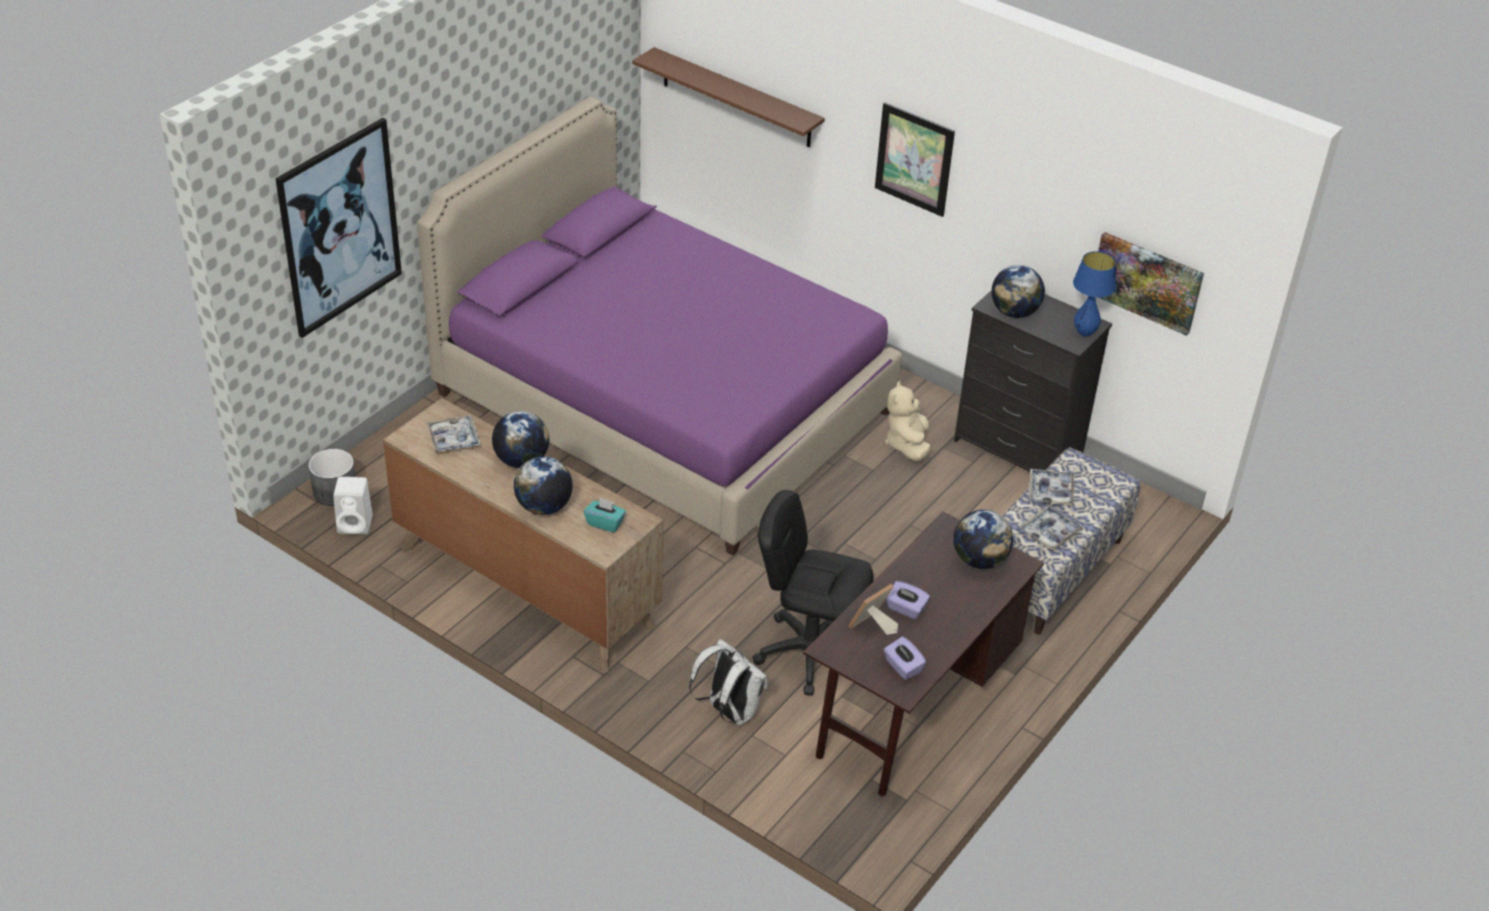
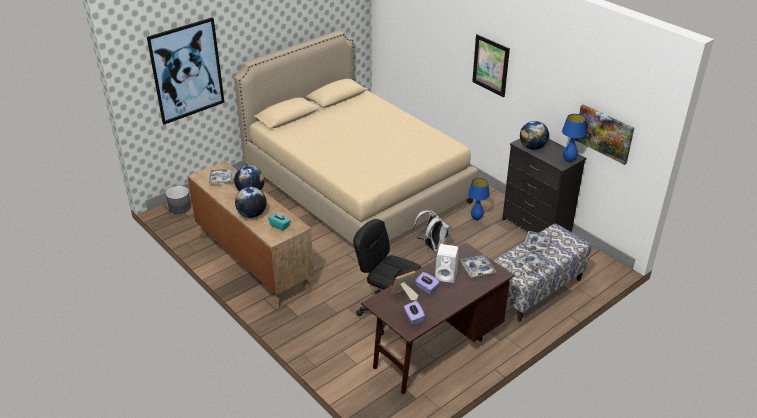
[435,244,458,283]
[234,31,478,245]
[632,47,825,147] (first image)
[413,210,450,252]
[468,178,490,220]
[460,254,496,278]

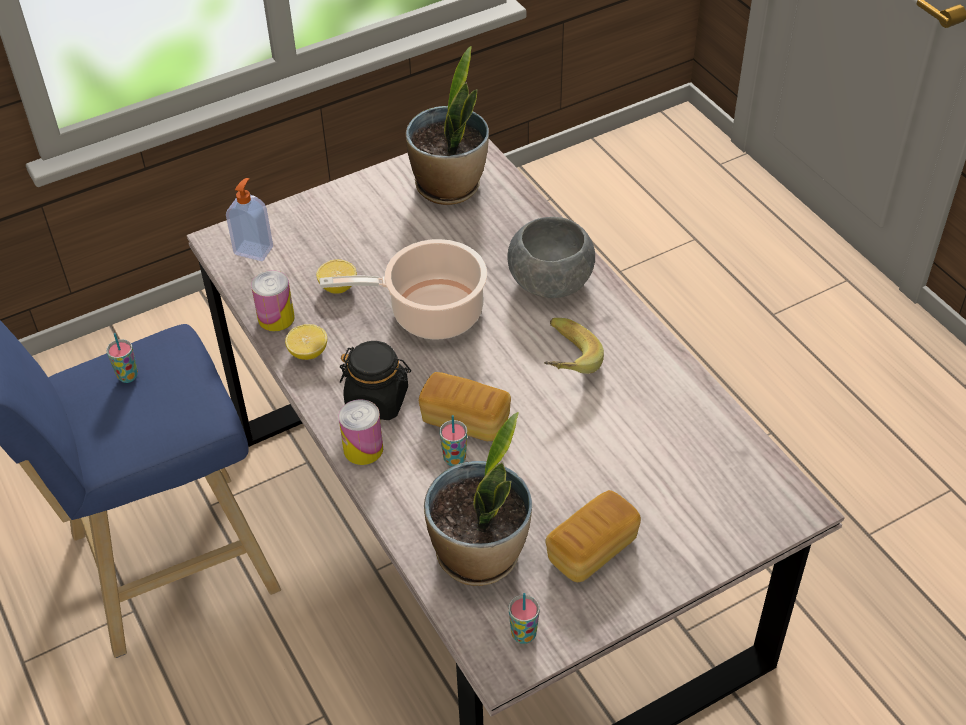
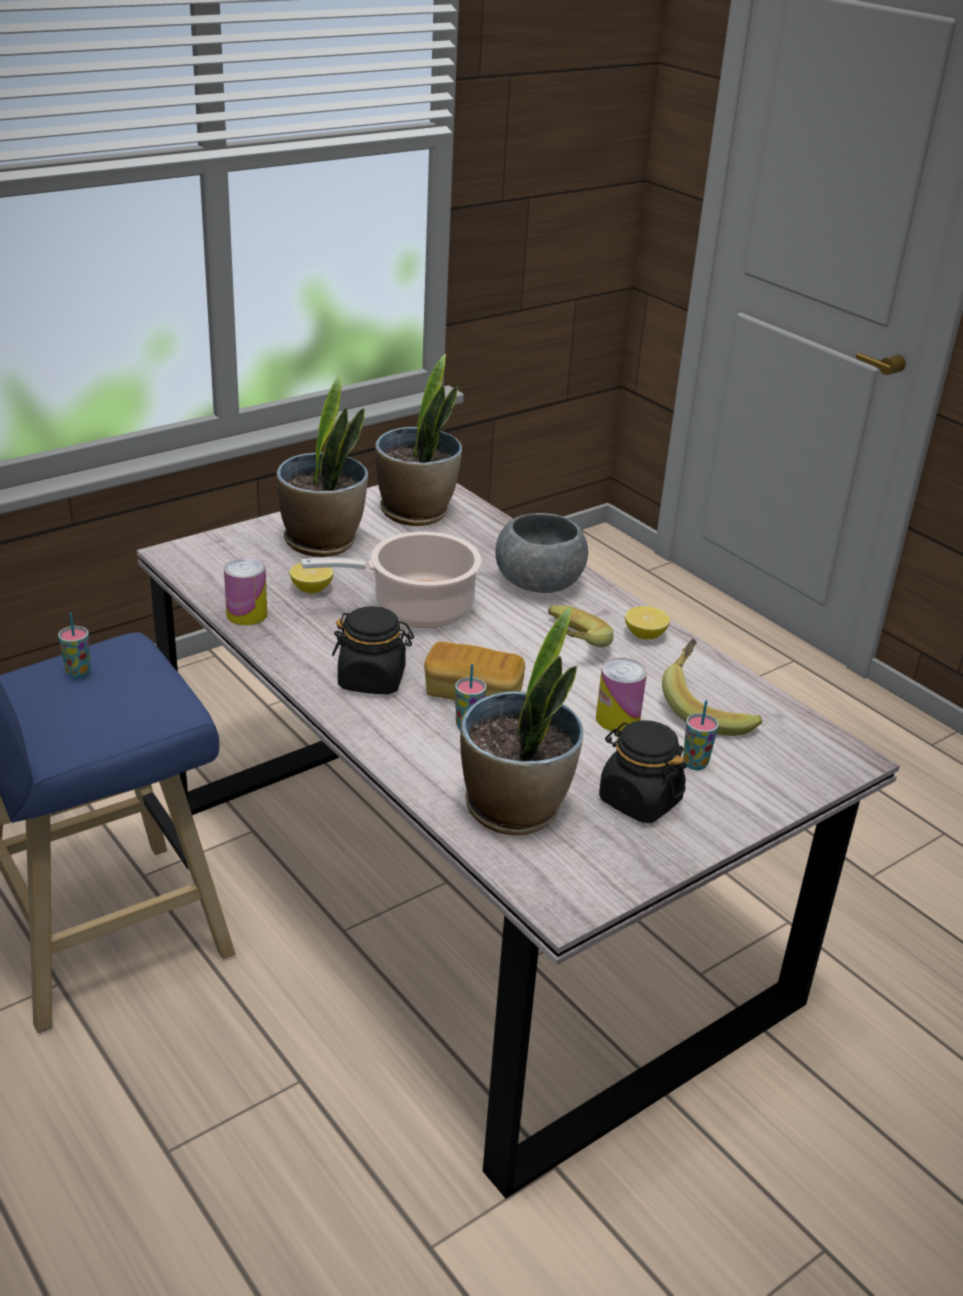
[226,178,273,261] (first image)
[625,606,670,639]
[596,658,647,732]
[683,700,718,770]
[599,720,687,823]
[276,374,368,557]
[662,639,762,736]

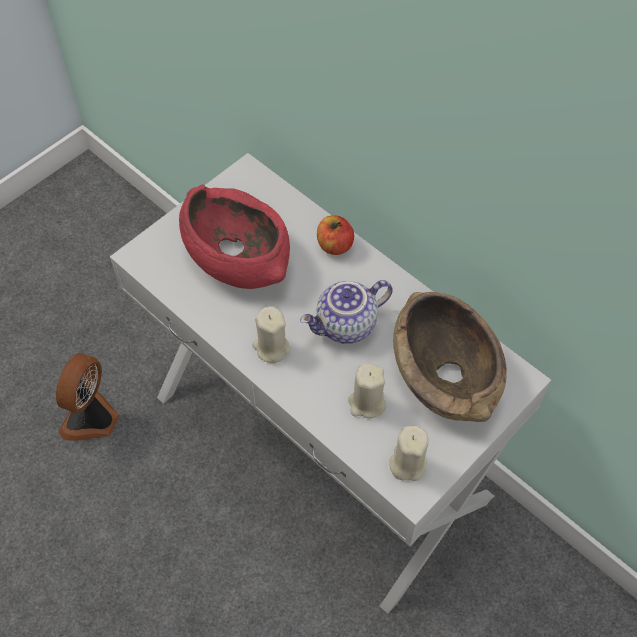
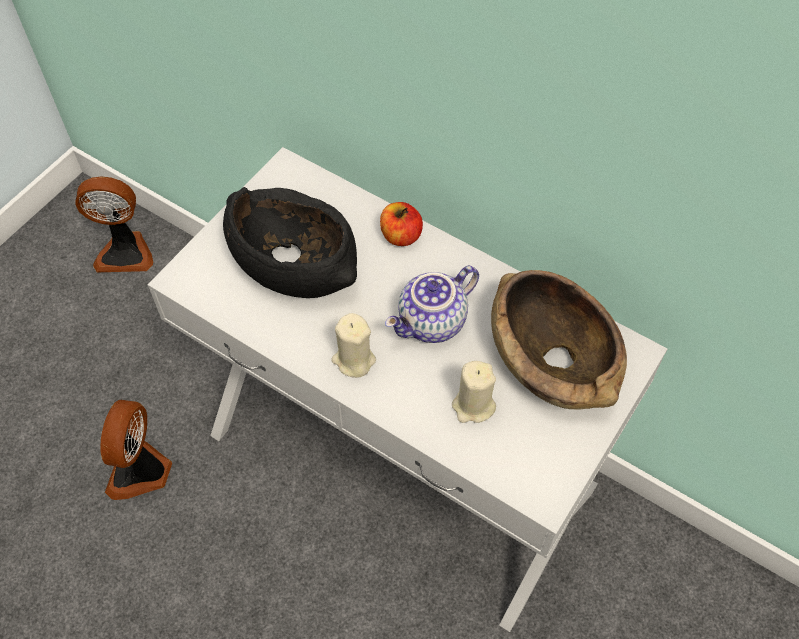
[223,187,357,298]
[389,426,429,481] (first image)
[75,176,153,272]

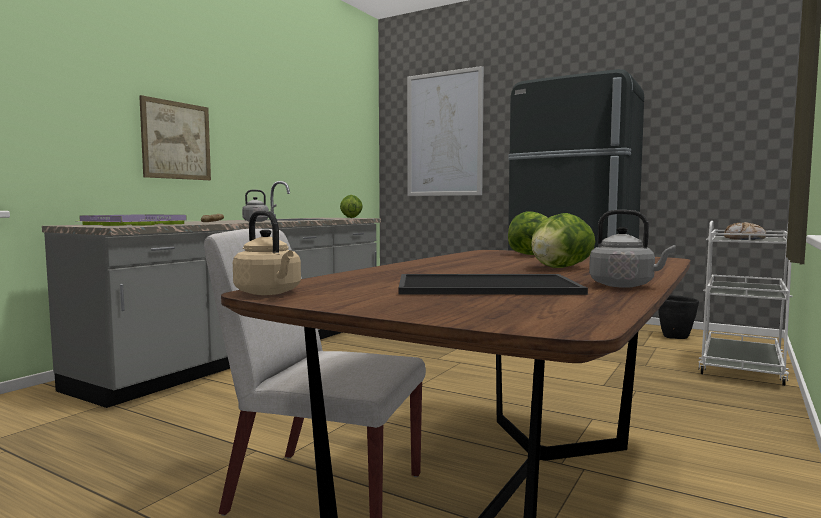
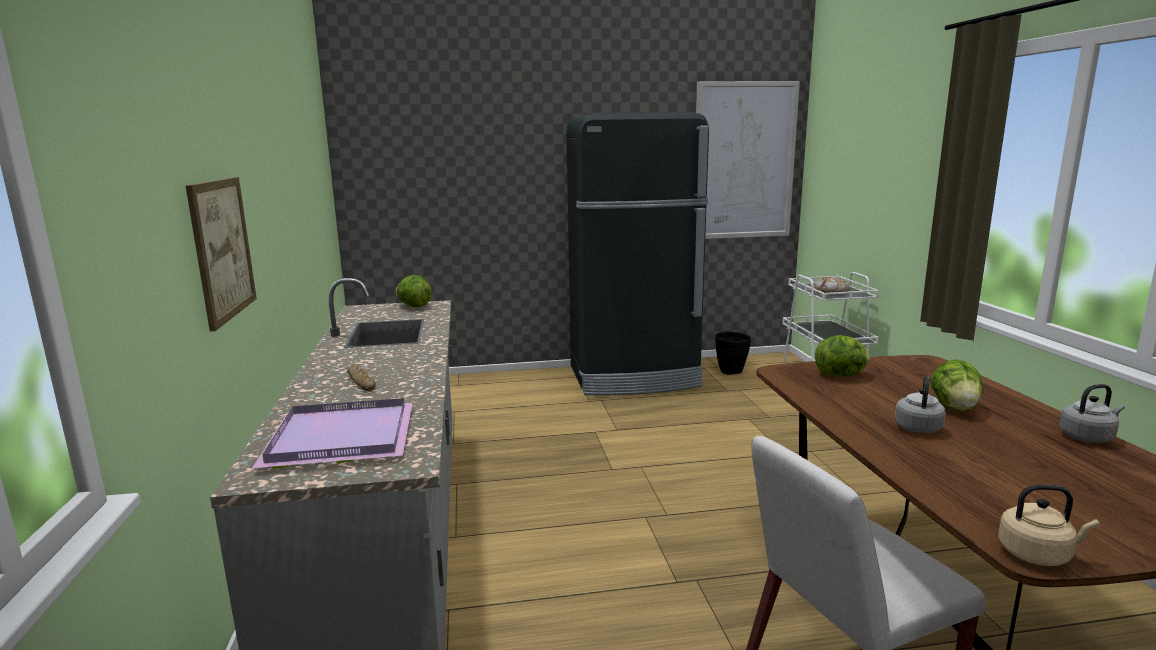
[895,375,946,434]
[398,274,588,295] (first image)
[696,81,800,239]

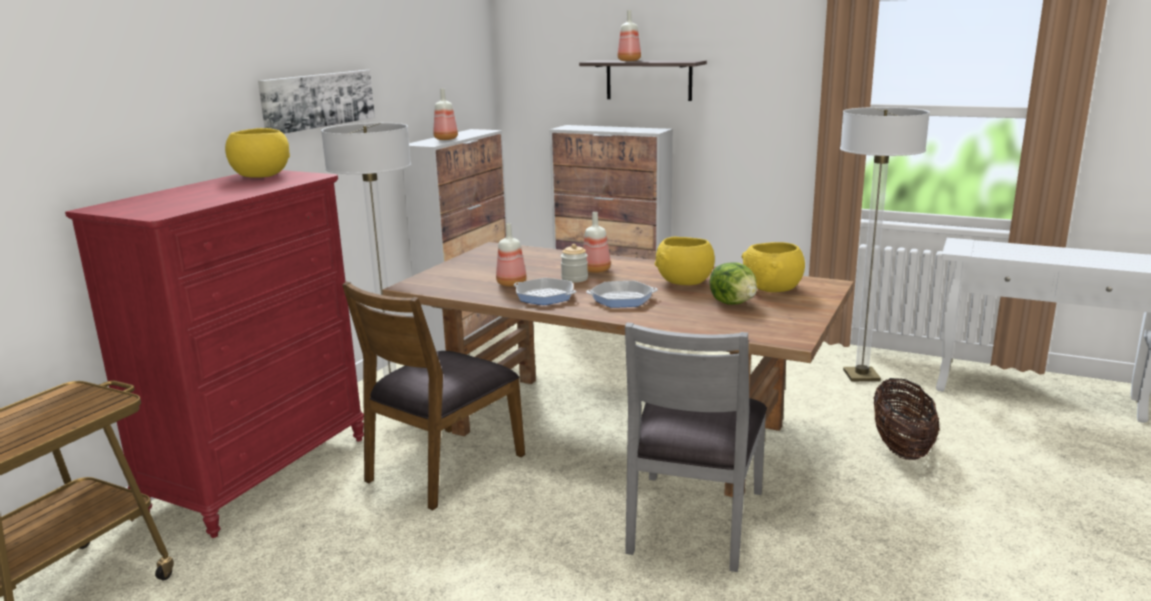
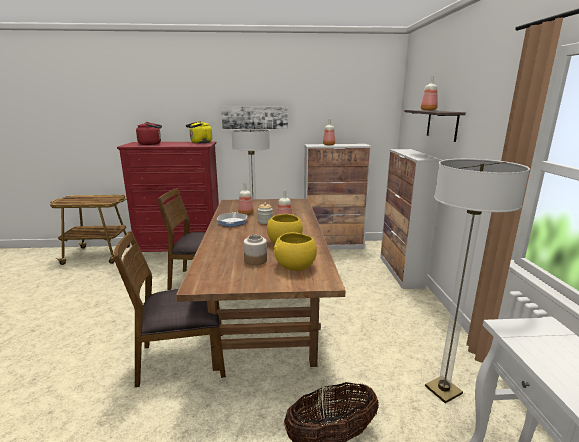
[186,121,212,143]
[586,281,658,307] (first image)
[113,231,226,387]
[244,235,267,265]
[136,122,162,145]

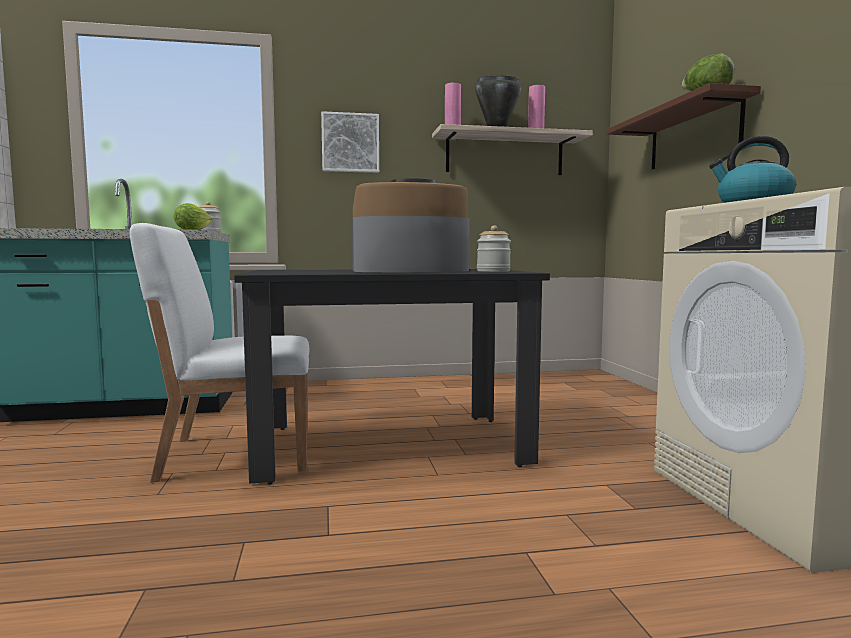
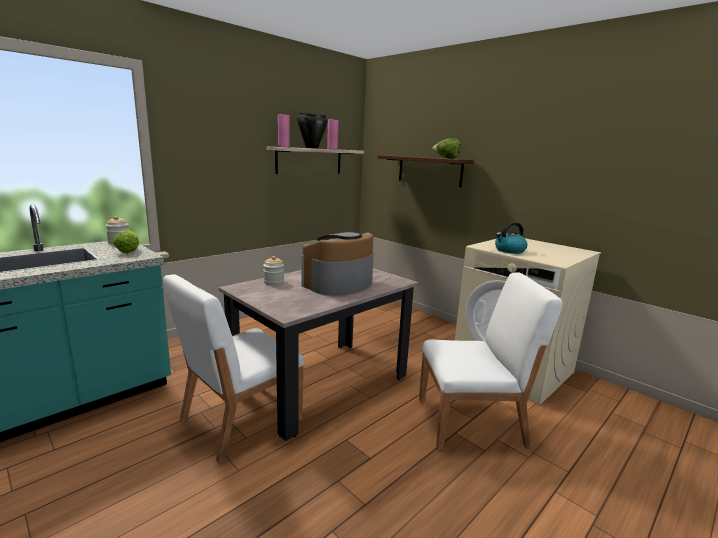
[219,268,419,441]
[321,111,379,173] (first image)
[263,256,284,285]
[419,272,562,450]

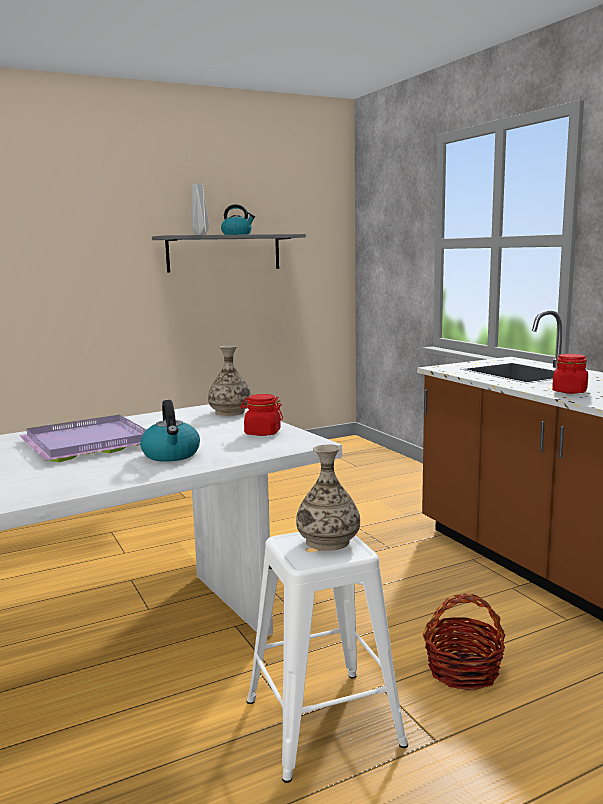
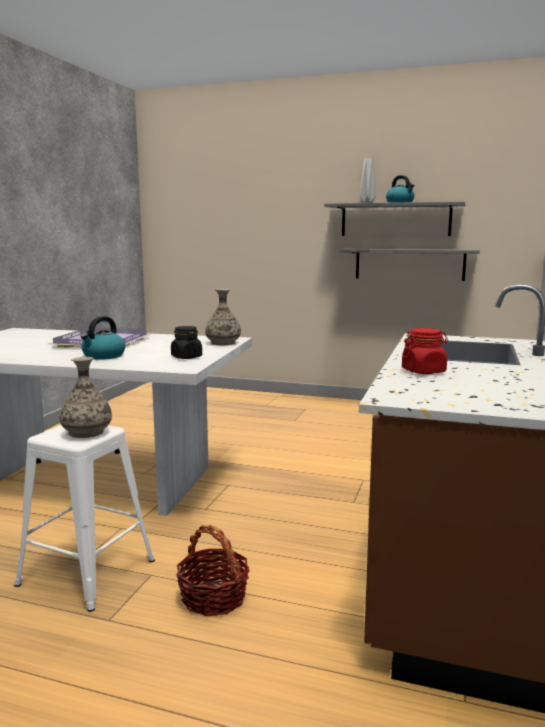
[171,326,202,359]
[339,248,480,281]

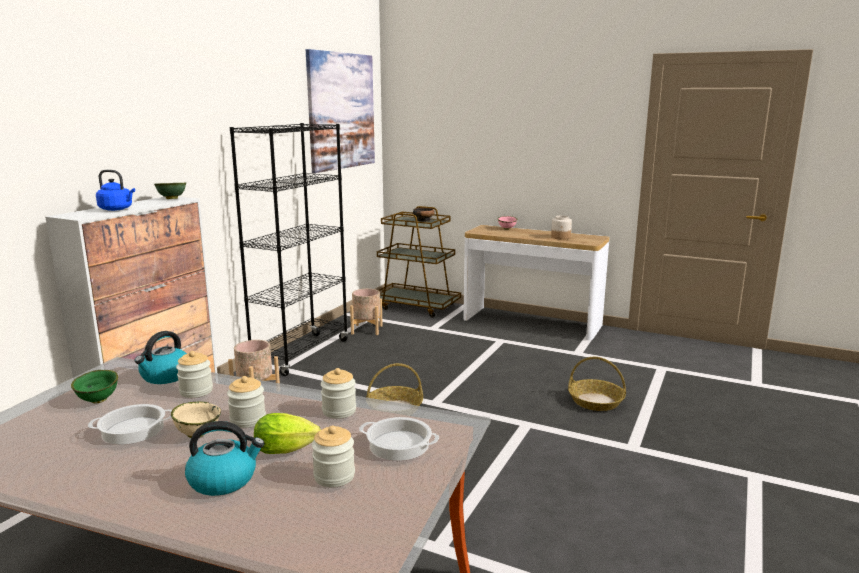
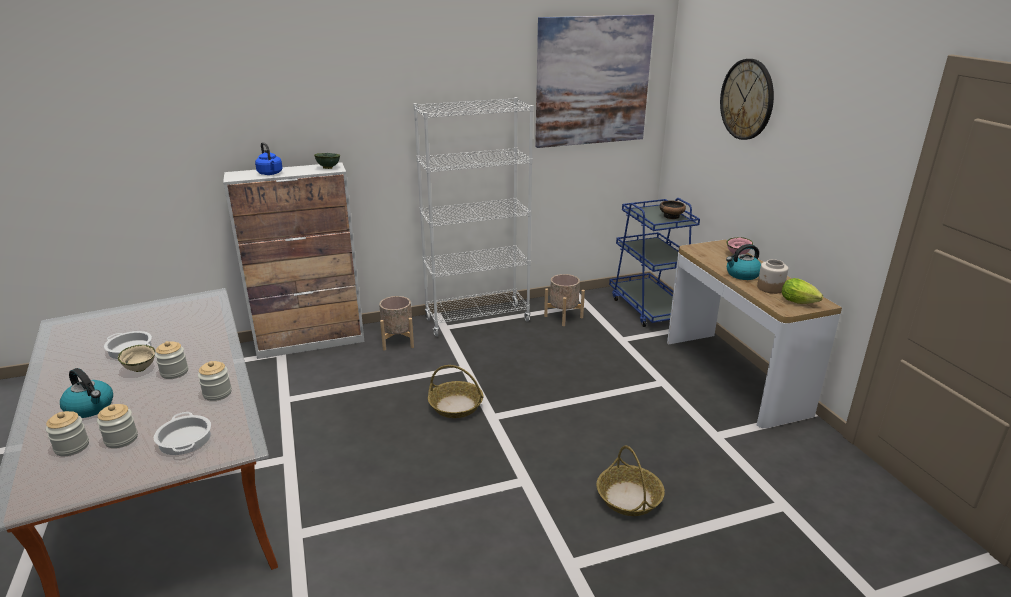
[71,370,118,403] (first image)
[726,244,761,280]
[46,411,89,456]
[413,97,533,336]
[782,278,823,304]
[609,198,700,327]
[720,59,774,140]

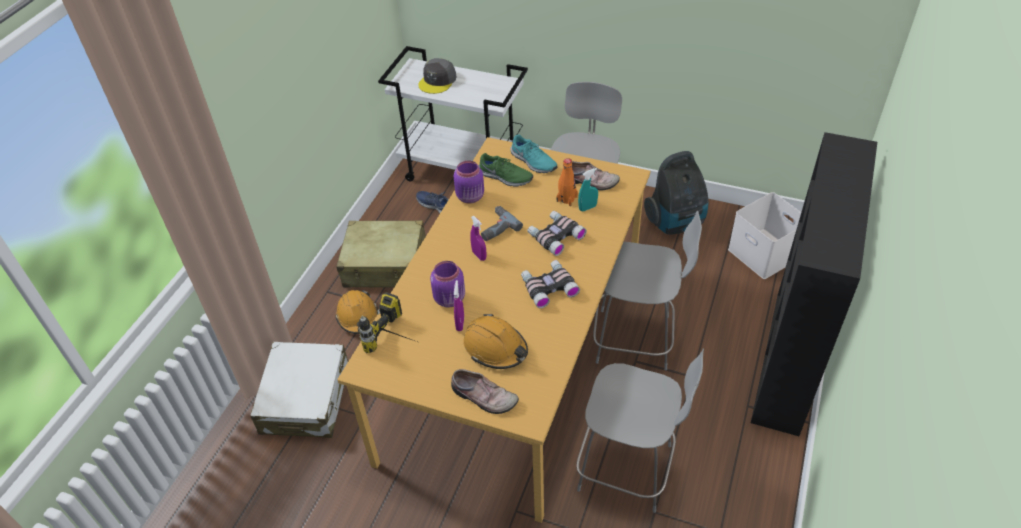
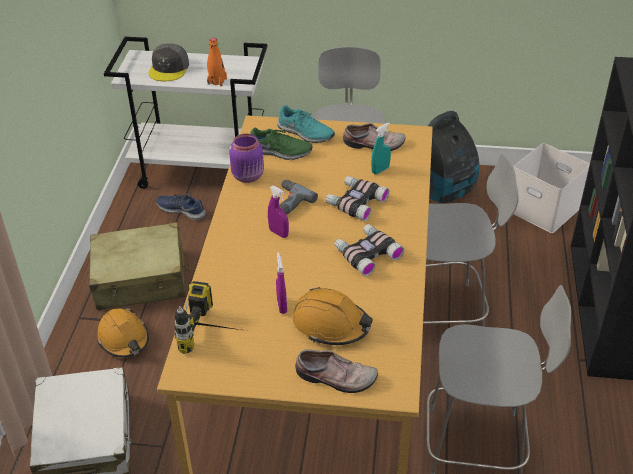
[430,261,465,307] (first image)
[207,38,227,86]

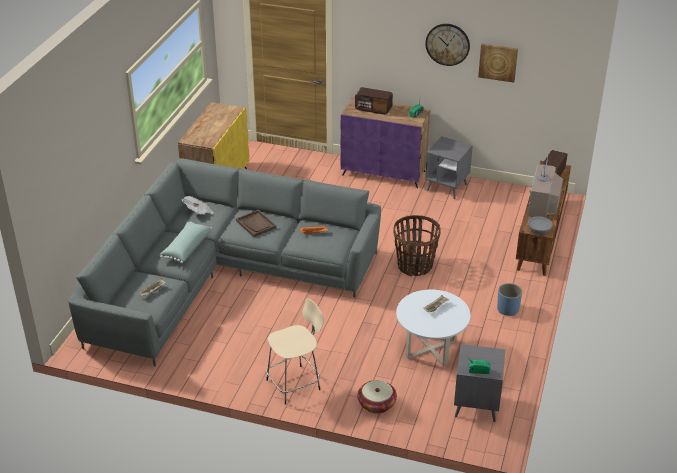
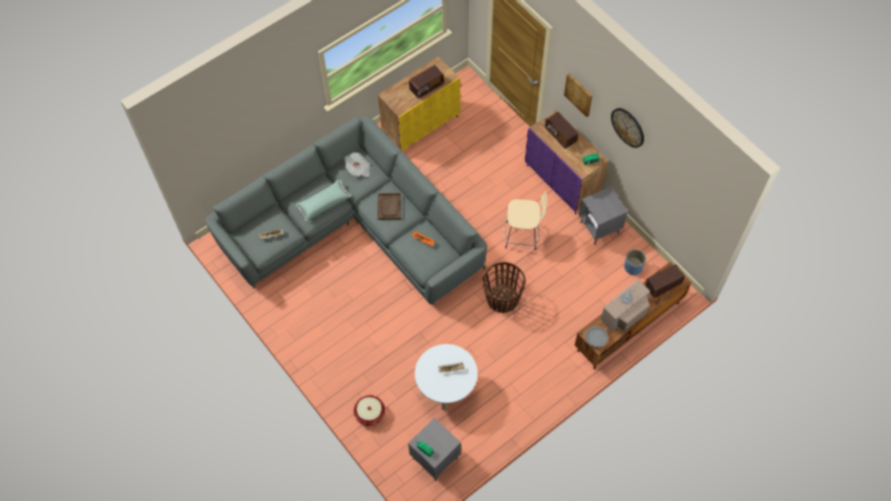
[504,191,547,250]
[564,73,593,117]
[624,249,646,275]
[409,65,444,99]

